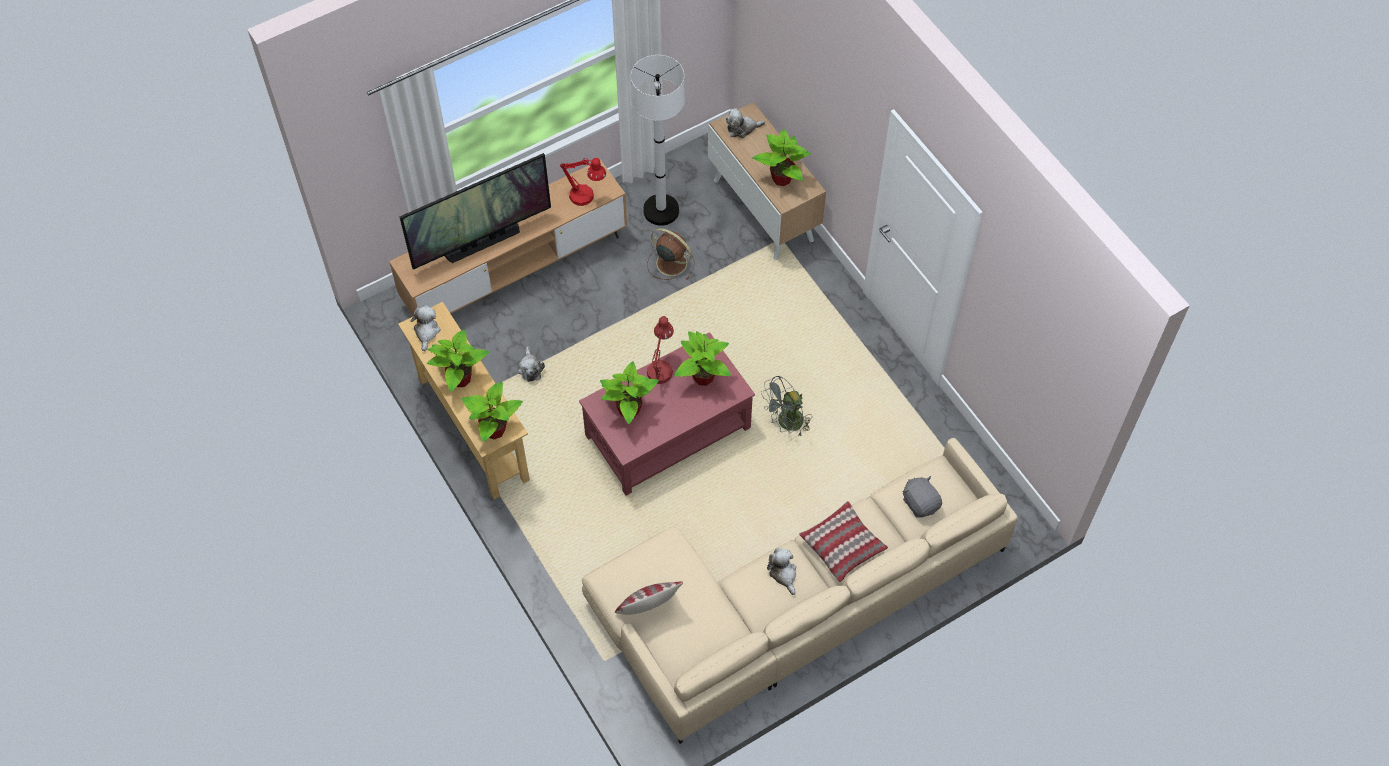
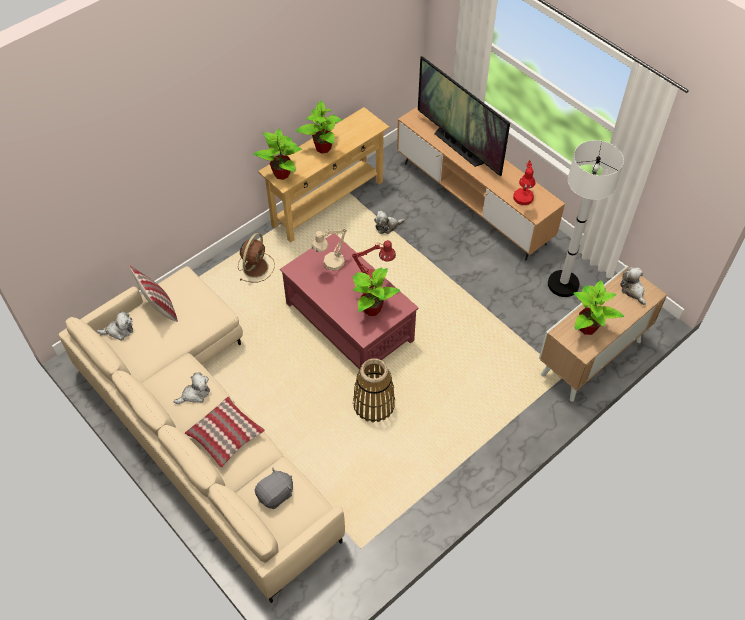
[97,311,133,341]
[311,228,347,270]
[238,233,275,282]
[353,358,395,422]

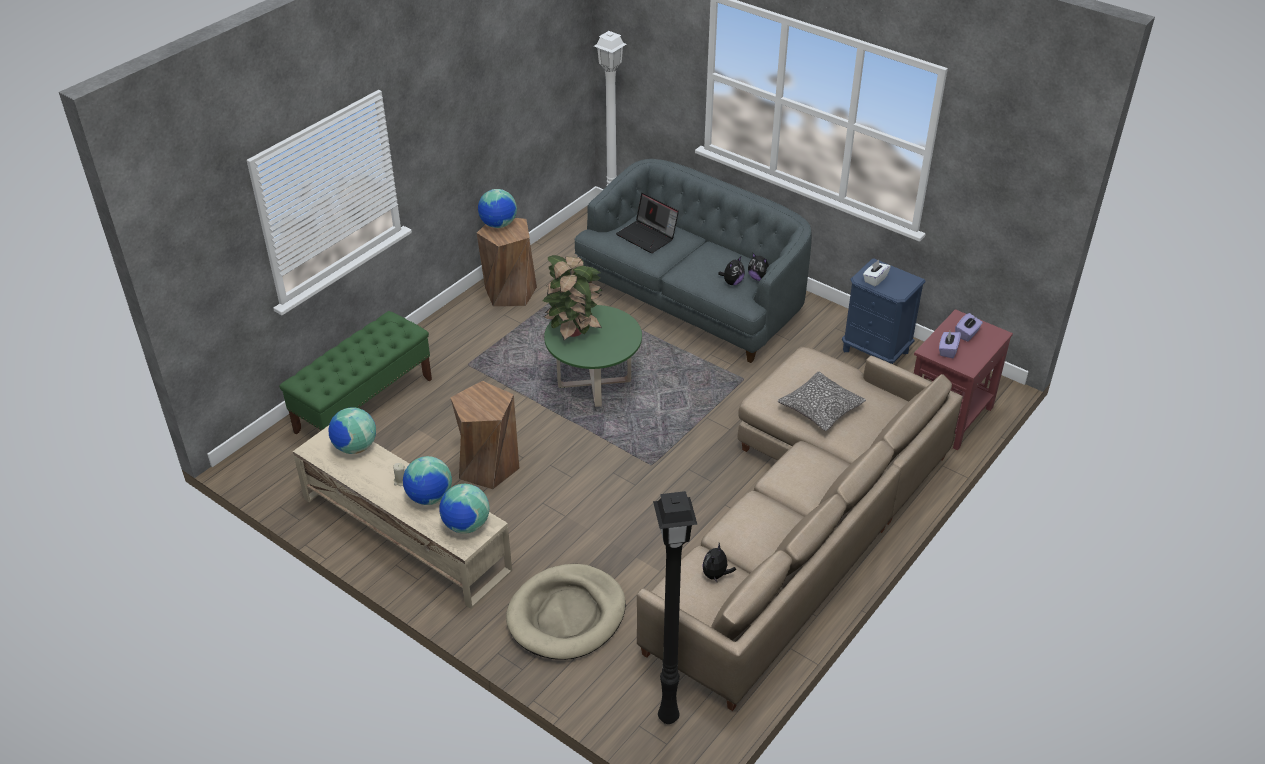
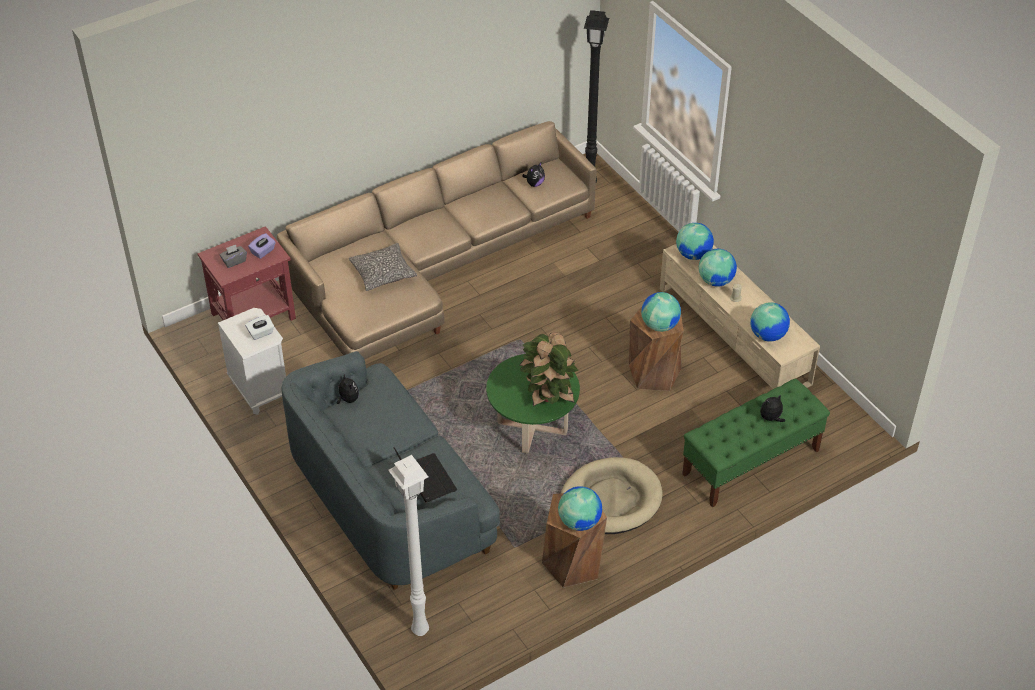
[561,457,663,534]
[760,394,785,422]
[217,308,286,415]
[219,245,247,268]
[641,292,681,332]

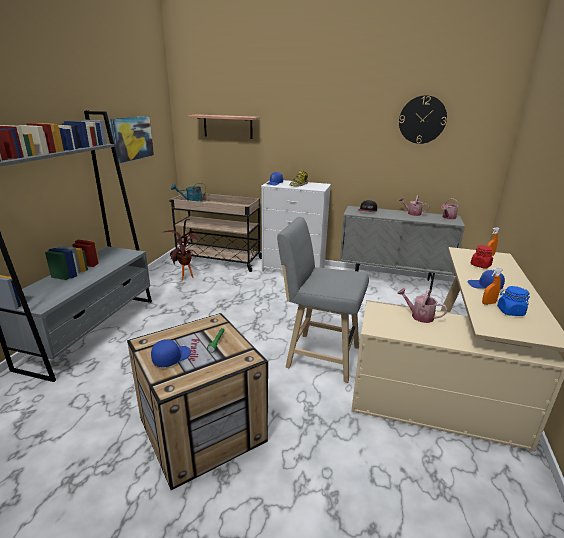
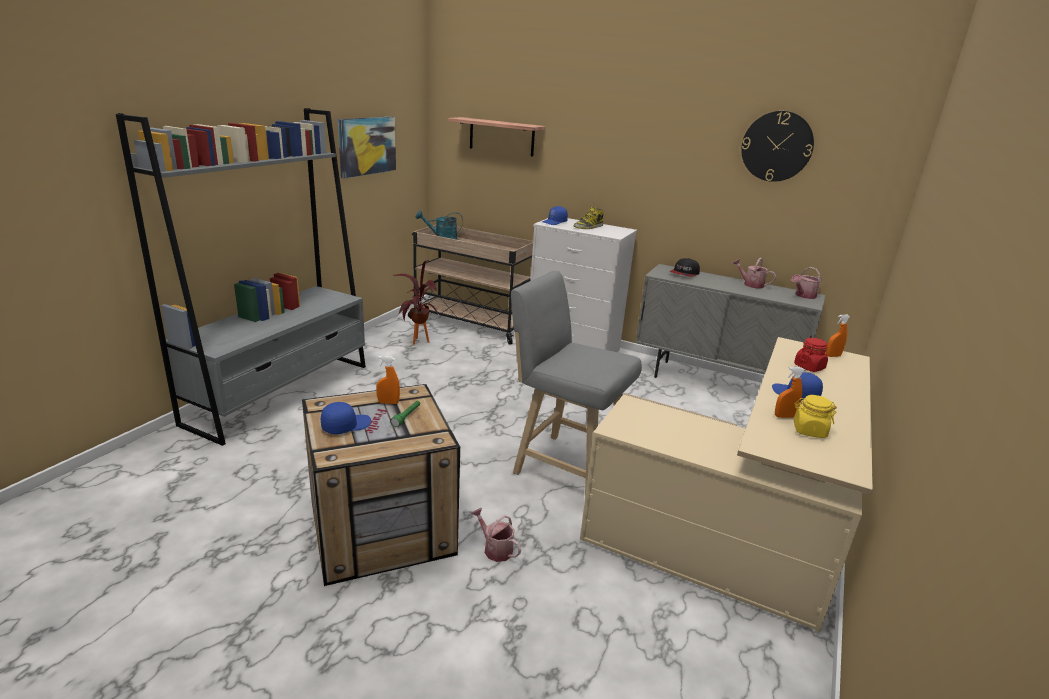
[471,508,521,562]
[794,395,837,438]
[376,356,400,404]

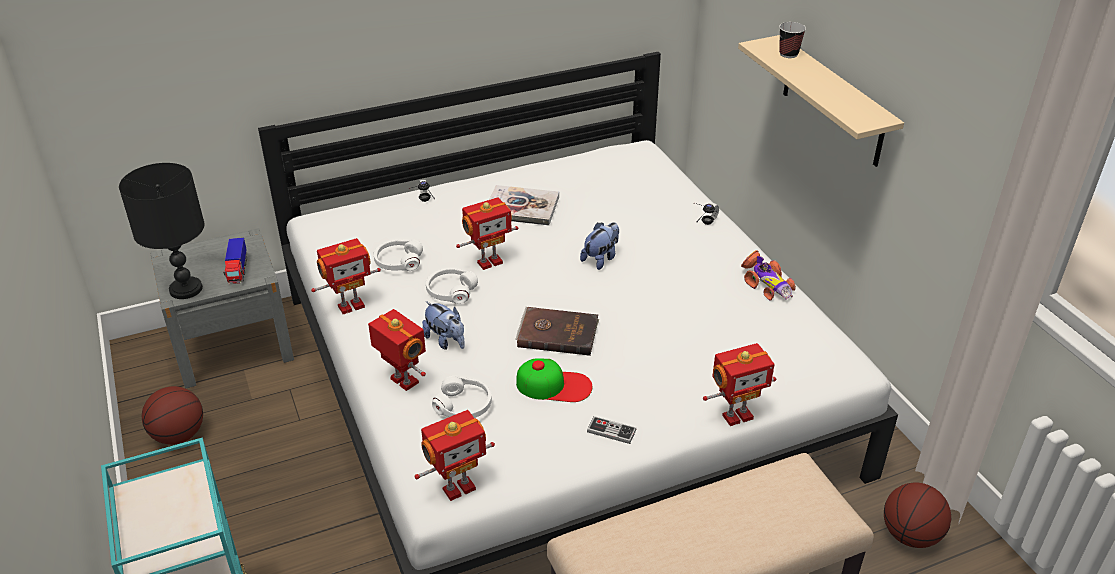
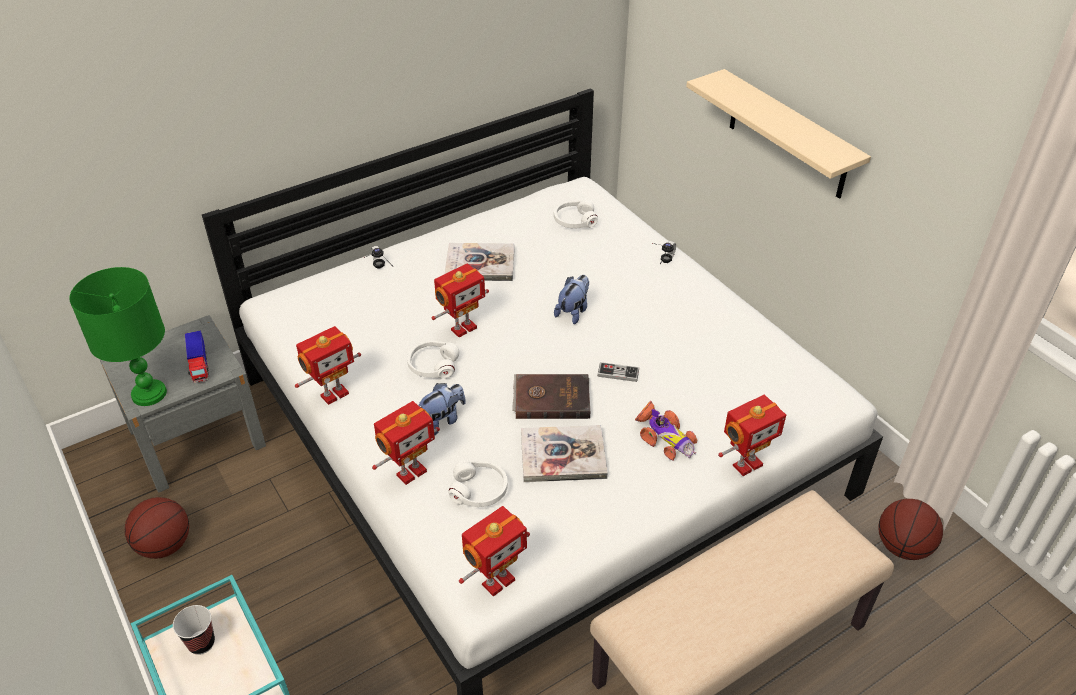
[69,267,167,406]
[372,401,440,485]
[554,200,598,229]
[418,383,466,436]
[521,425,608,482]
[597,362,639,382]
[635,401,697,461]
[173,605,215,655]

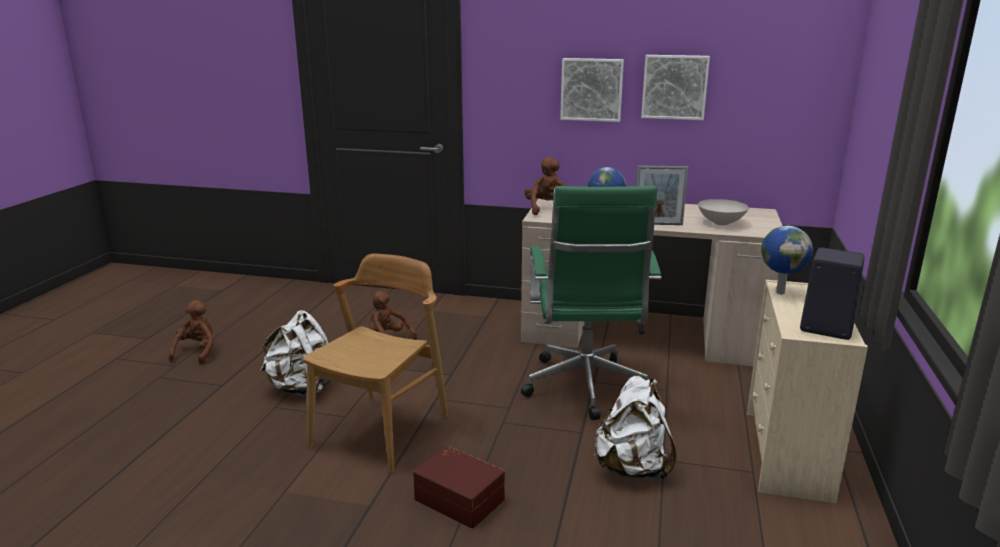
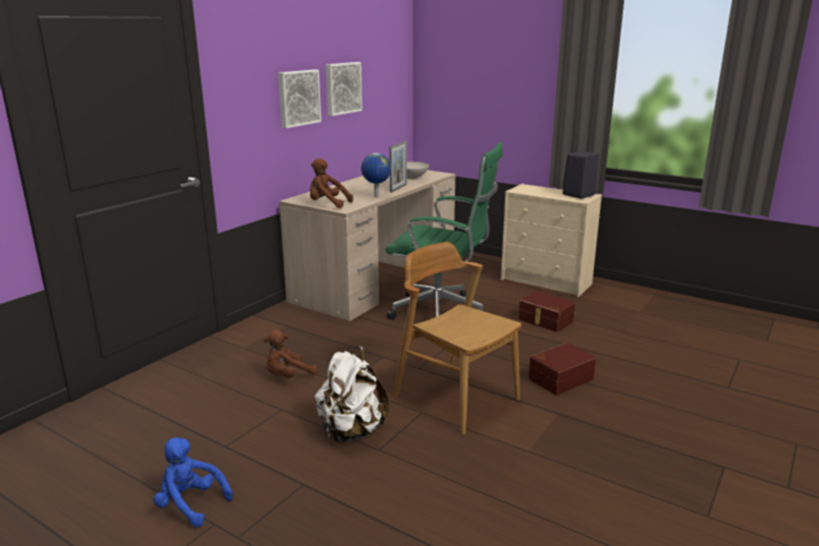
[153,437,233,527]
[518,291,575,332]
[761,226,813,295] (first image)

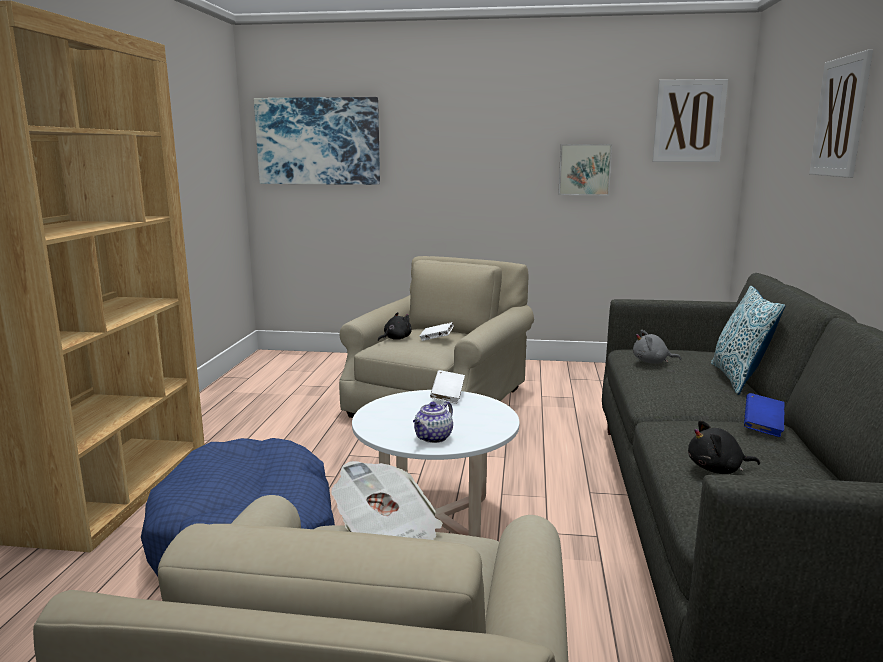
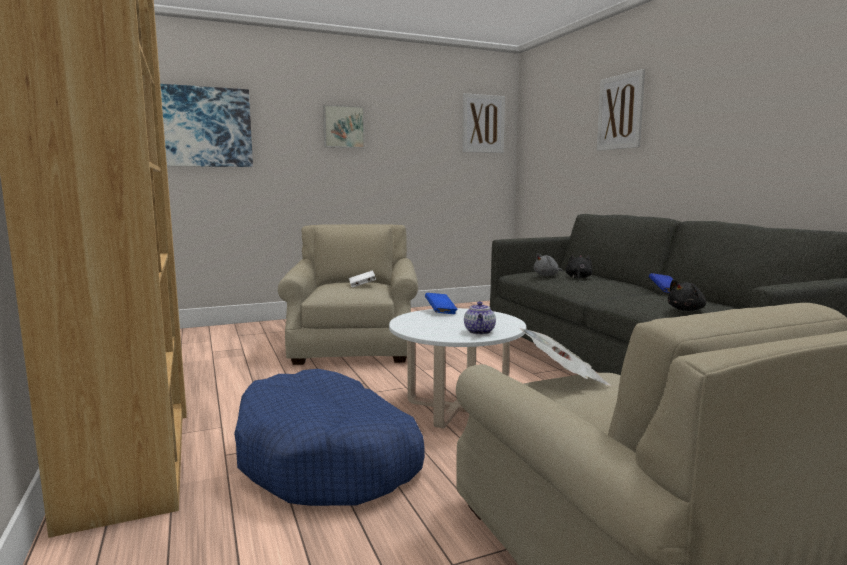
[565,255,592,279]
[425,293,457,314]
[323,105,365,148]
[711,286,785,395] (first image)

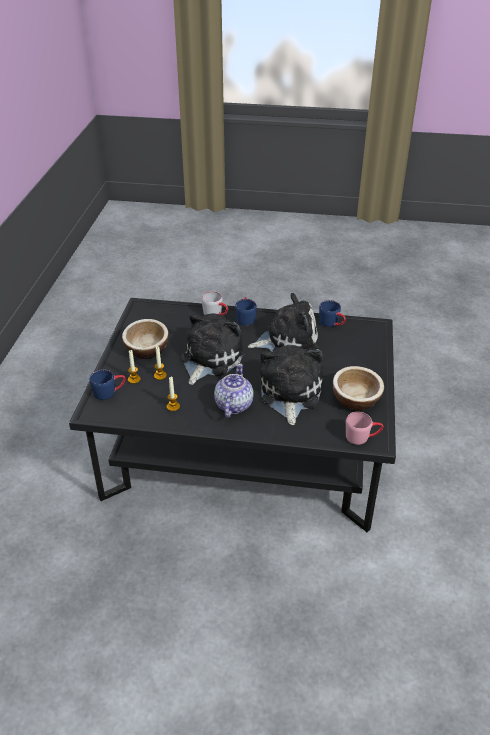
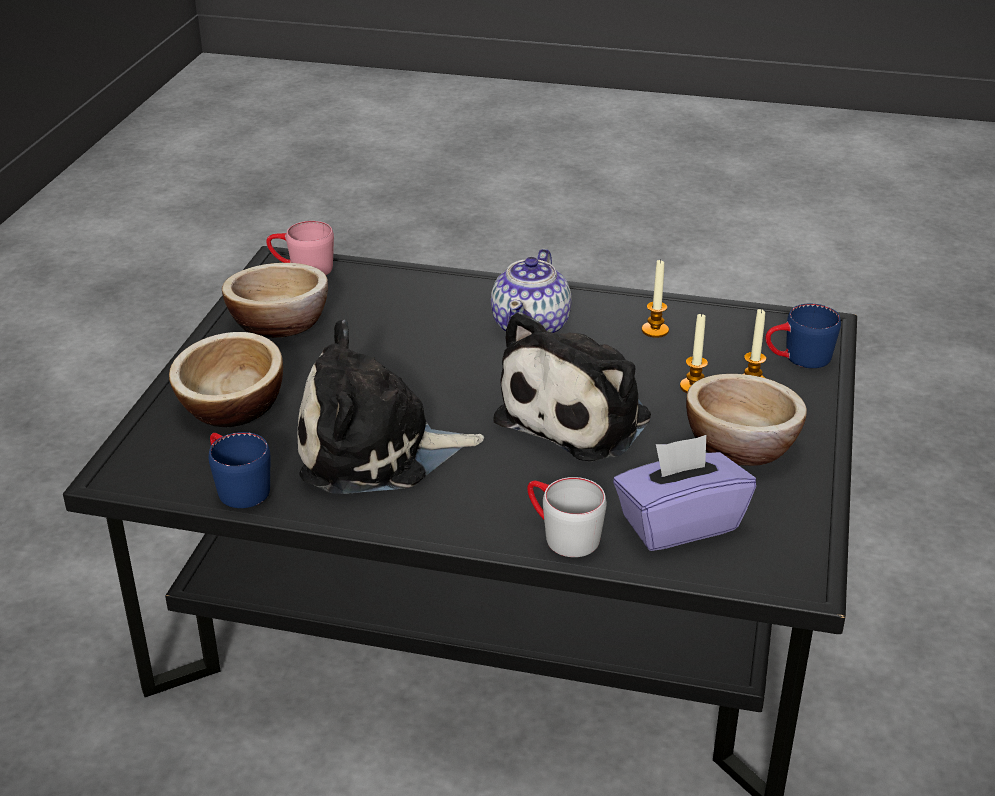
[235,297,257,326] (first image)
[260,345,323,425] (first image)
[169,332,283,427]
[613,435,756,551]

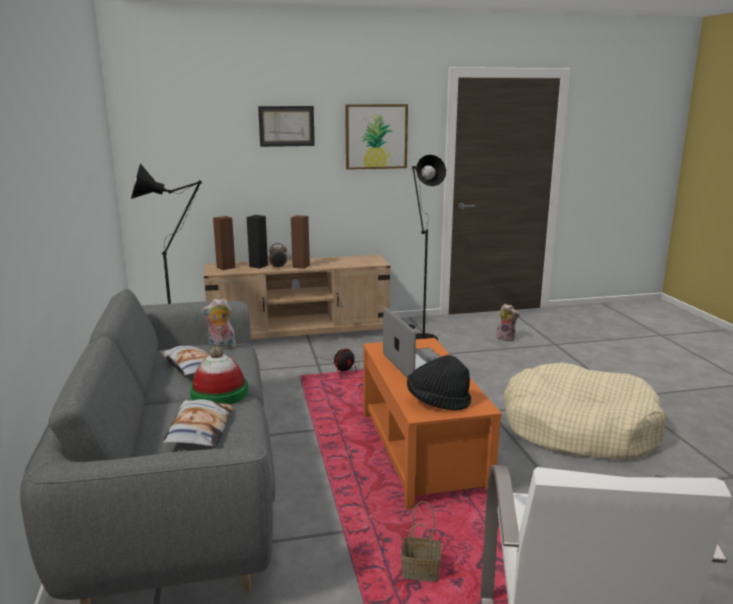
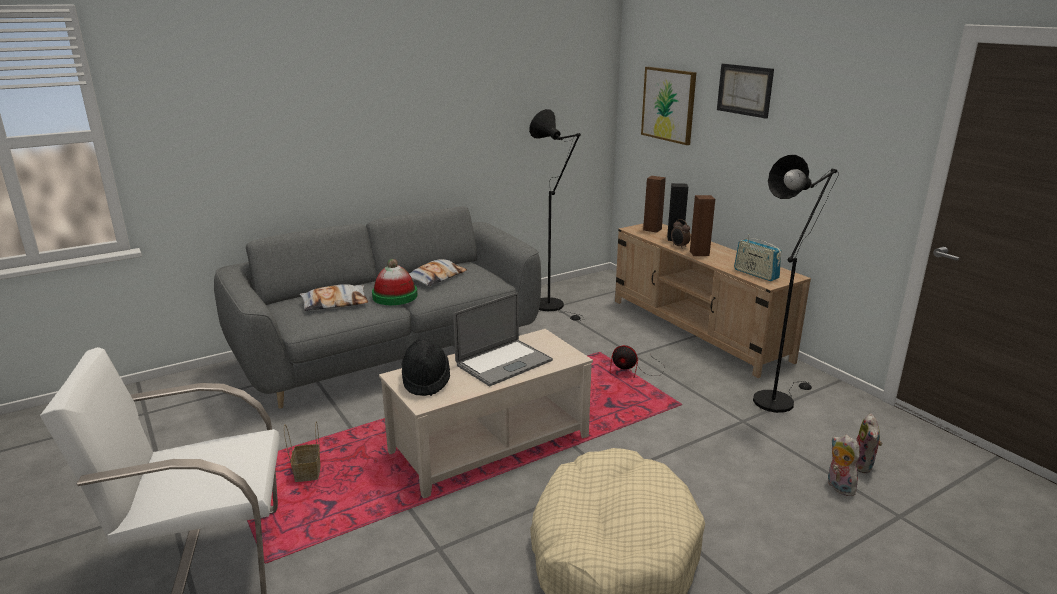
[828,435,860,496]
[641,67,696,145]
[379,329,593,498]
[734,234,782,281]

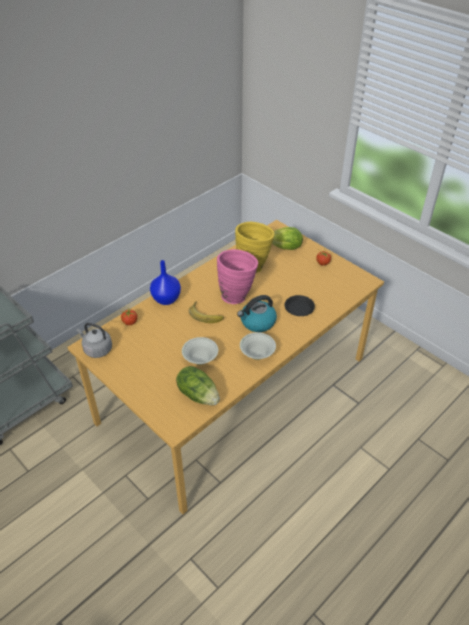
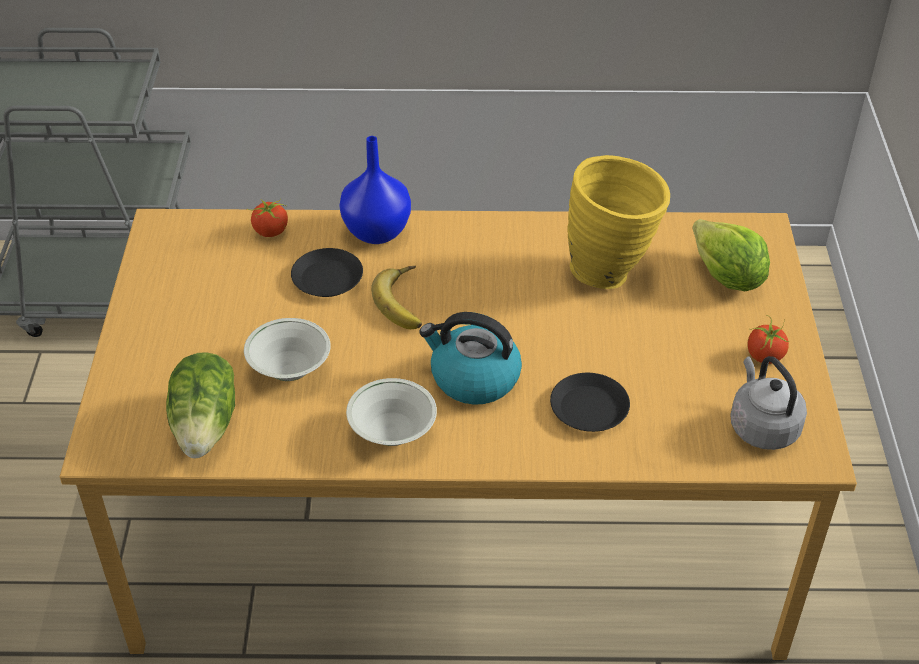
[730,356,807,450]
[217,249,258,304] (first image)
[291,248,363,297]

